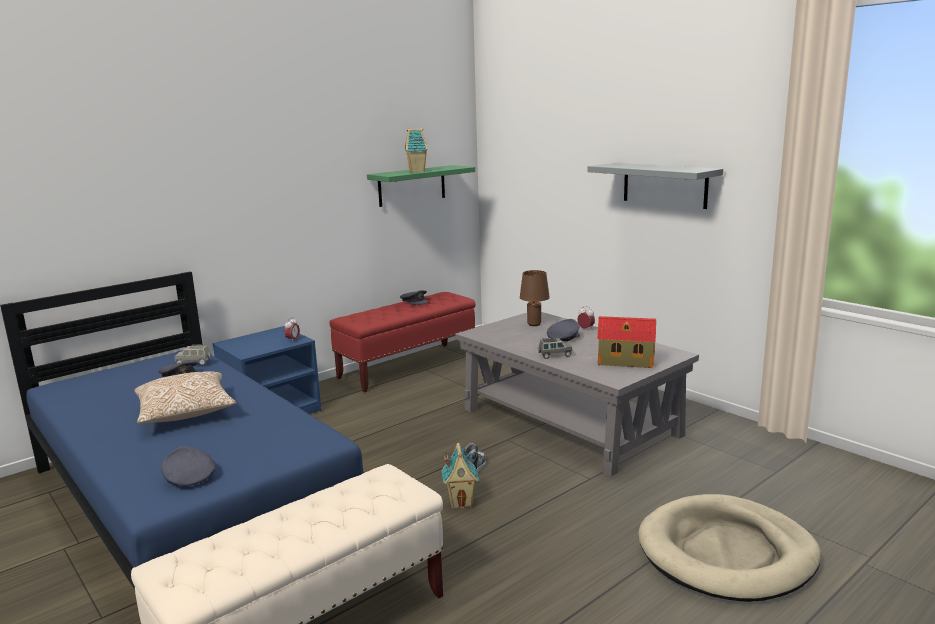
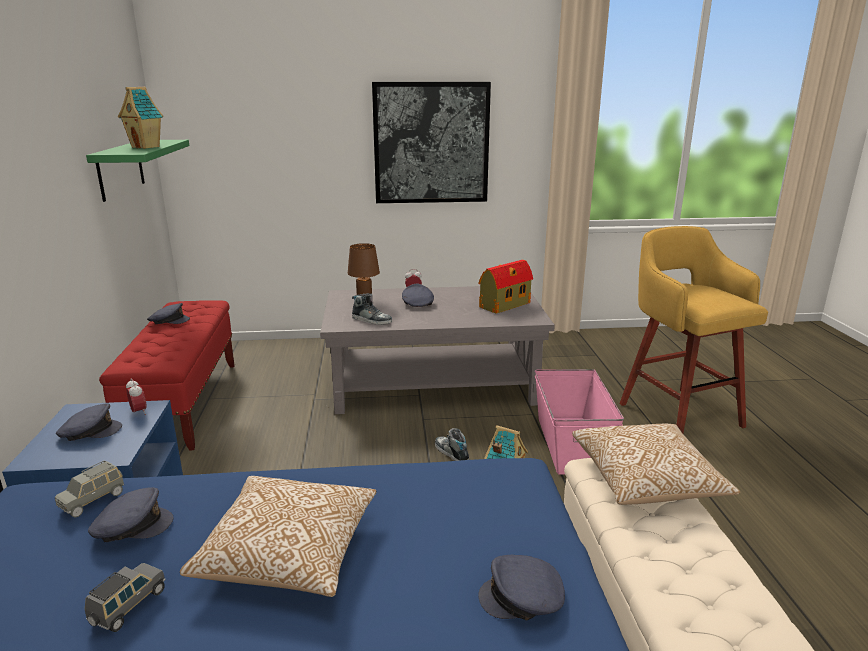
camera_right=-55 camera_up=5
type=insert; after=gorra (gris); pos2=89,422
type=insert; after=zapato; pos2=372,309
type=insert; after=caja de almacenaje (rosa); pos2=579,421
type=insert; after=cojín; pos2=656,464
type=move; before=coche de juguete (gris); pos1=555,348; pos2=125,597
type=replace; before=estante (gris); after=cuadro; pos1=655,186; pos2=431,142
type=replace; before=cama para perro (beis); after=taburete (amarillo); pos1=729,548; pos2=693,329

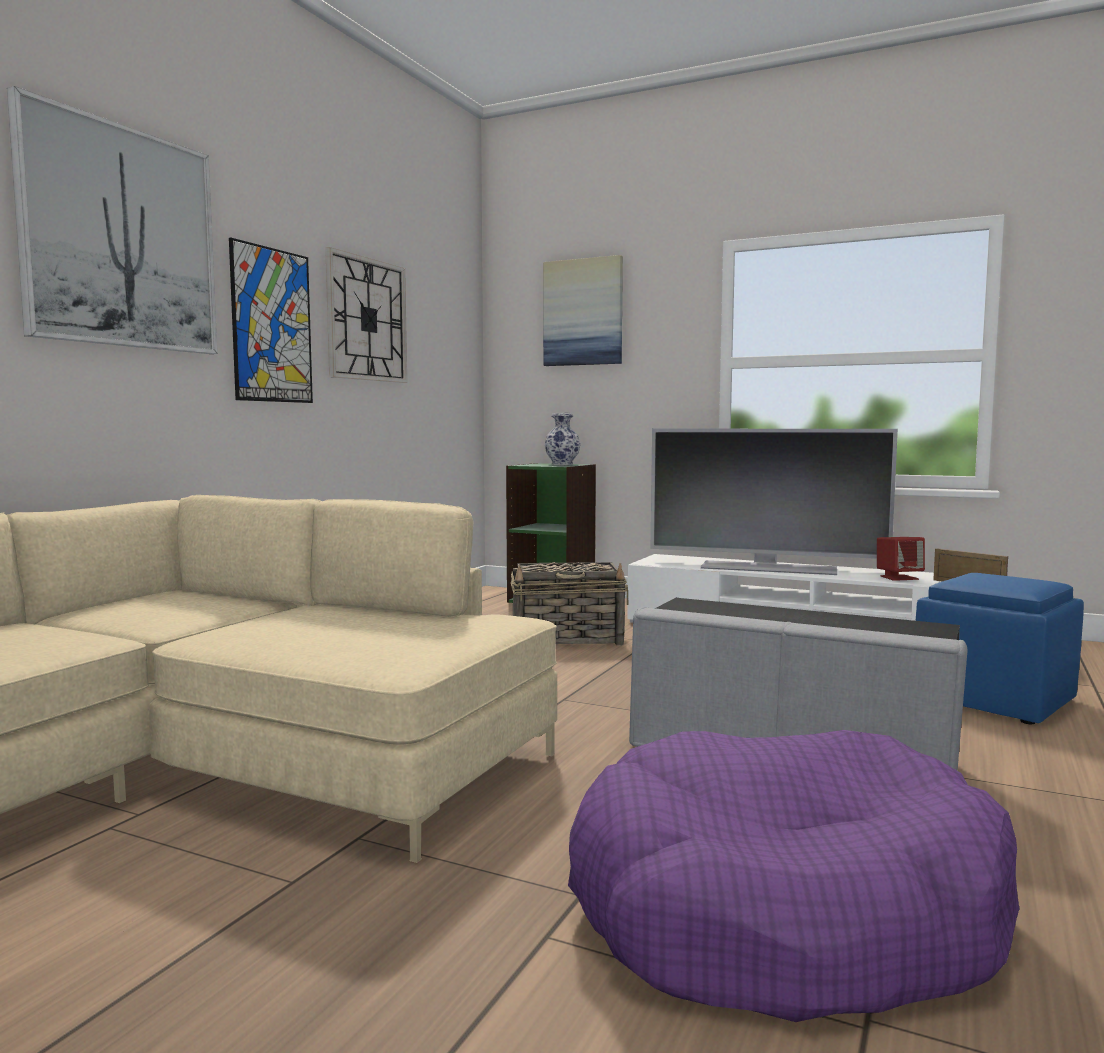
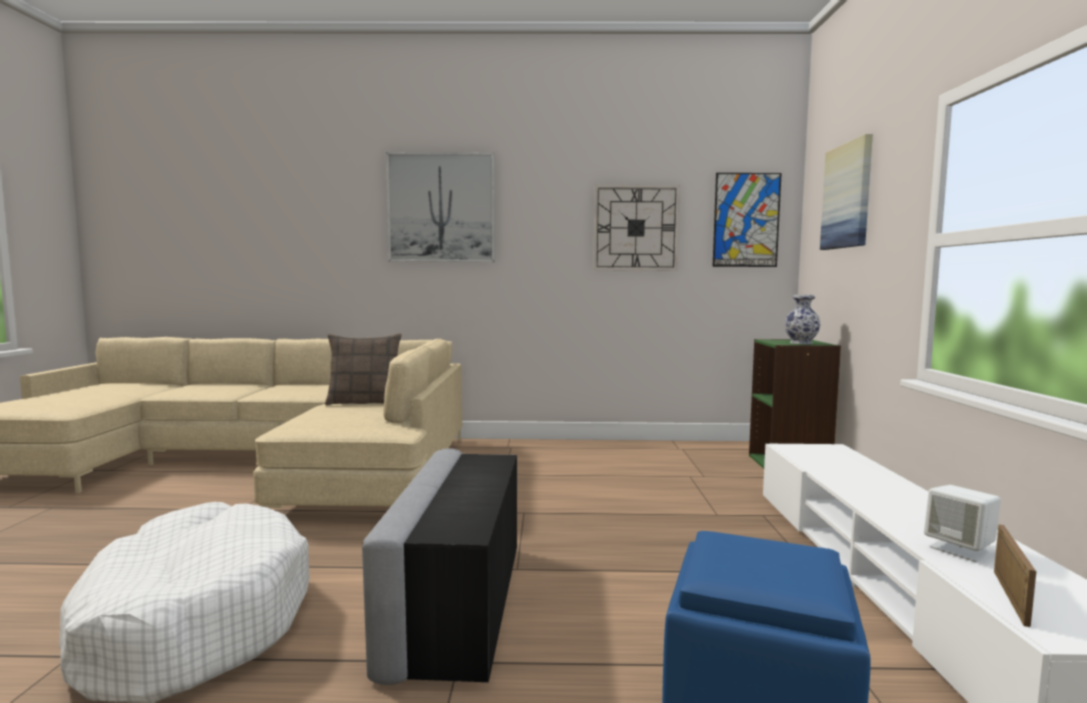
camera_right=65 camera_up=0
type=delete; before=cesta; pos1=570,604
type=delete; before=televisor; pos1=774,502
type=insert; after=cojín; pos2=363,369
type=move; before=cuadro; pos1=271,320; pos2=747,220
type=recolor; before=cama para perro (morado); after=cama para perro (blanco); pos1=793,876; pos2=184,602
type=recolor; before=altavoz (rojo); after=altavoz (blanco); pos1=901,559; pos2=962,523

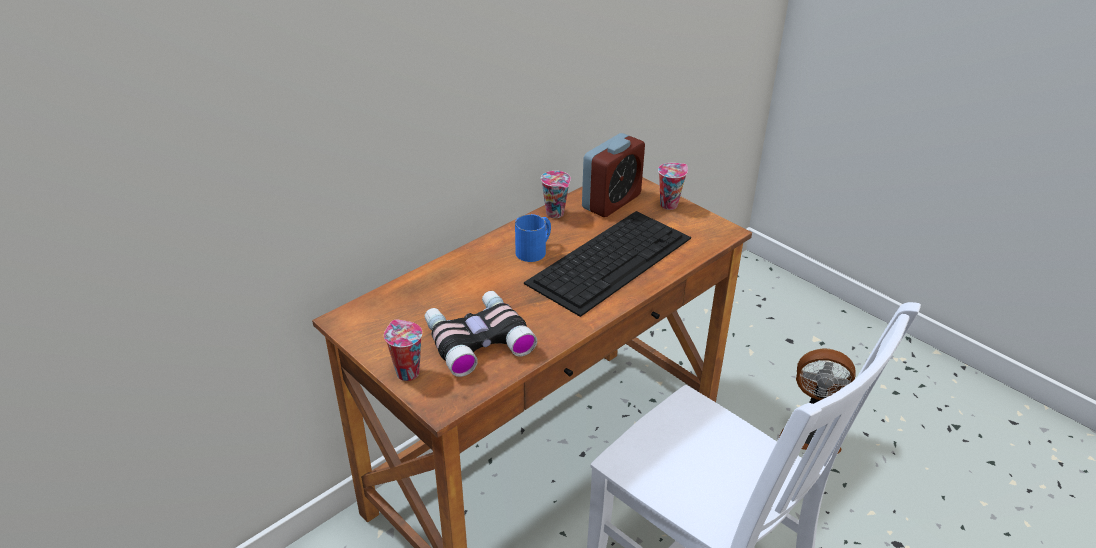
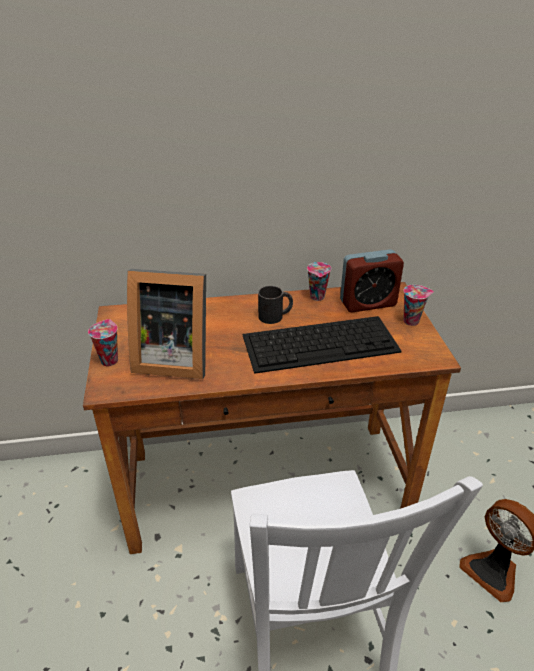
camera_right=35 camera_up=0
type=replace; before=prismáticos; after=portarretratos; pos1=480,334; pos2=166,324
type=recolor; before=taza grande (azul); after=taza grande (negro); pos1=533,238; pos2=275,305

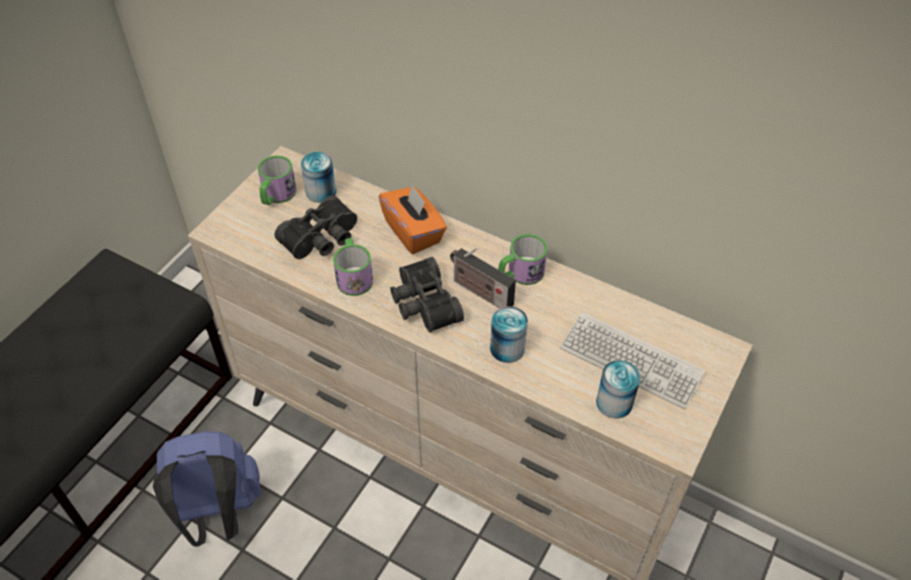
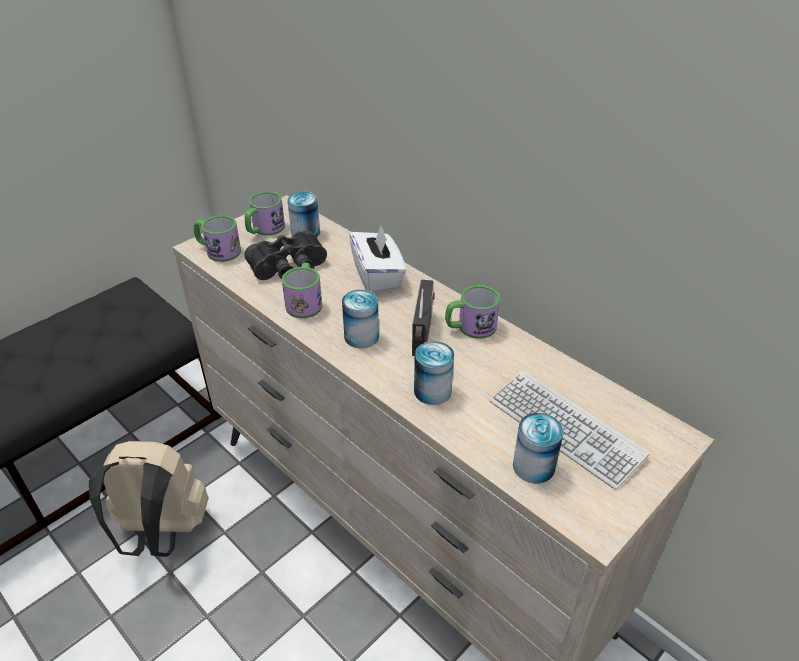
camera_right=15 camera_up=-10
type=insert; after=taza grande; pos2=217,238
type=replace; before=prismáticos (negro); after=lata; pos1=427,294; pos2=360,318
type=recolor; before=mochila (azul); after=mochila (beis); pos1=207,489; pos2=149,499
type=recolor; before=caja de pañuelos (naranja); after=caja de pañuelos (blanco); pos1=413,219; pos2=377,259
type=rotate; before=radio; pos1=483,278; pos2=423,318; turn=-135

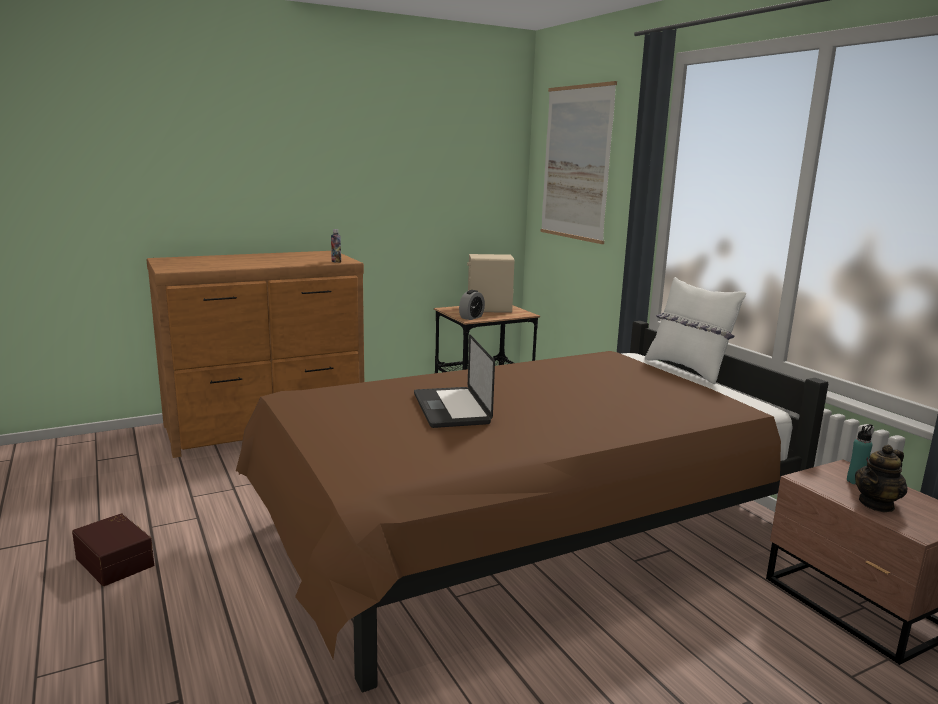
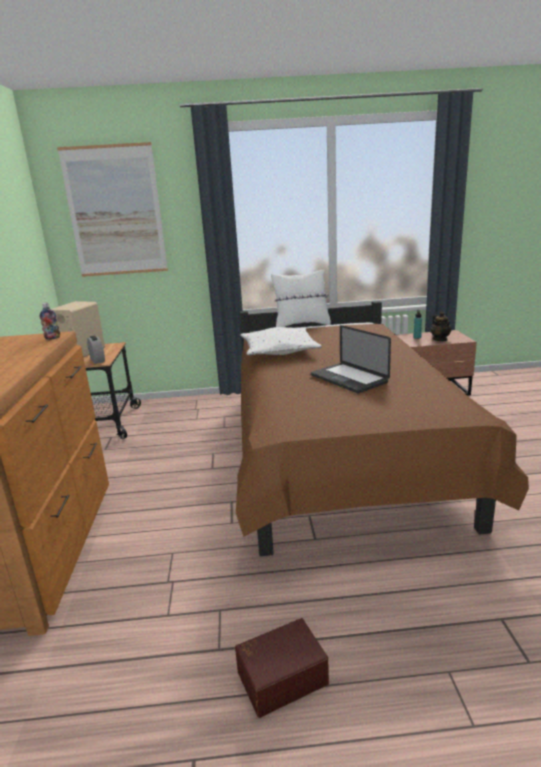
camera_right=-65 camera_up=5
type=insert; after=cojín (blanco); pos2=281,341
type=rotate; before=portátil; pos1=454,381; pos2=351,359; turn=45

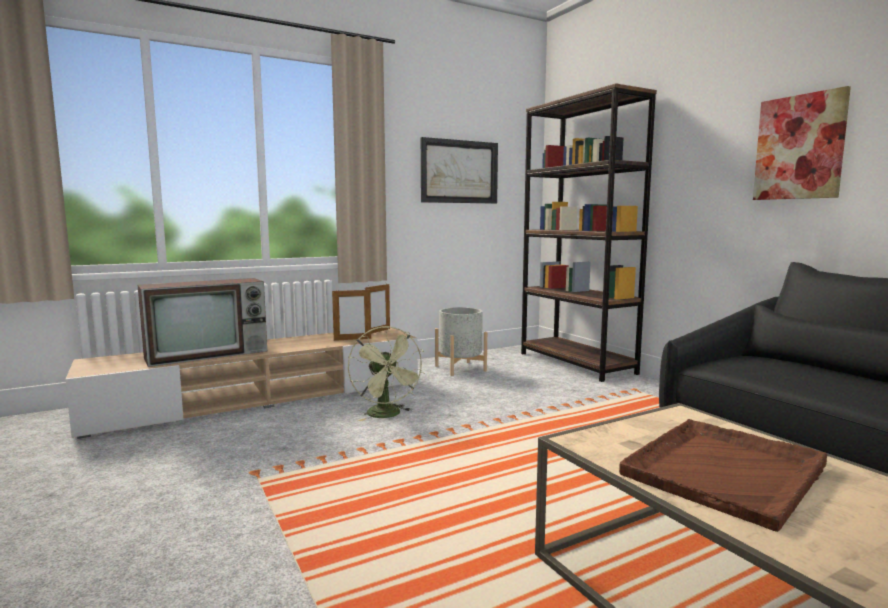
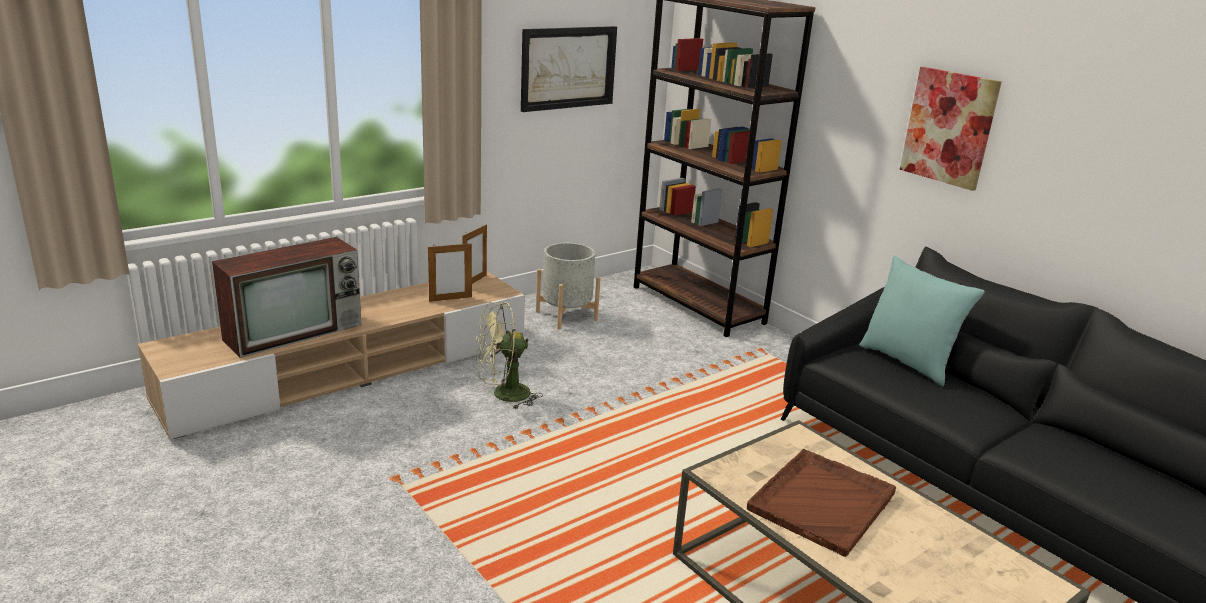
camera_right=-10 camera_up=15
type=insert; after=cojín (turquesa); pos2=922,321
type=rotate; before=ventilador (verde); pos1=386,373; pos2=509,356; turn=105

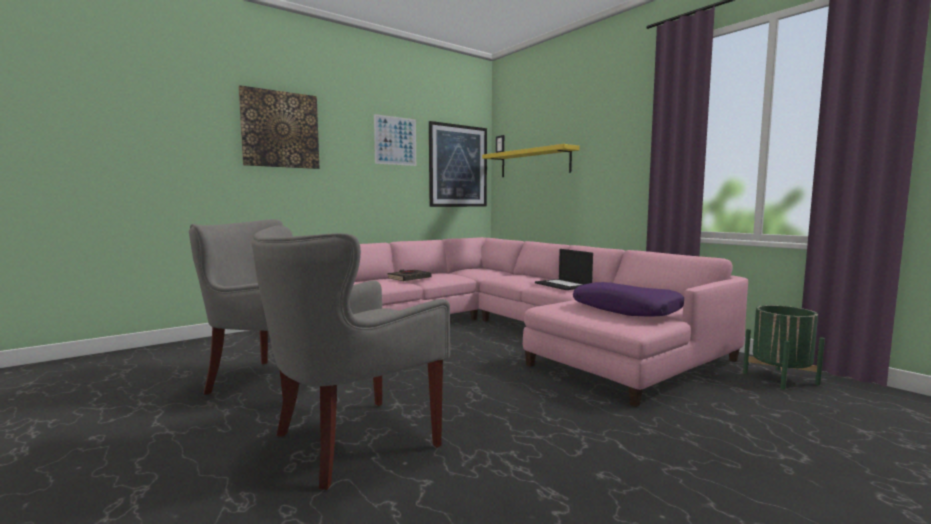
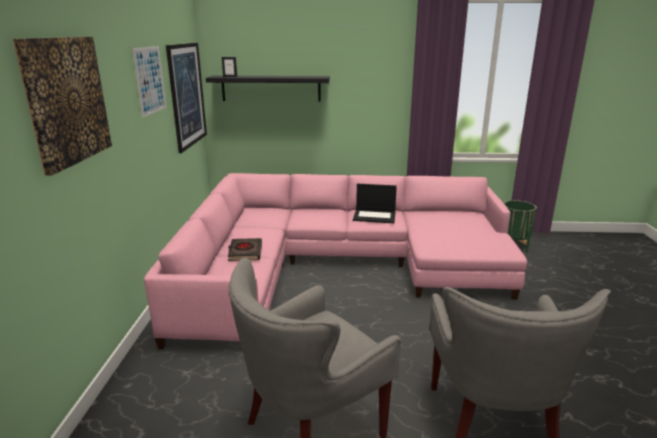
camera_right=-50 camera_up=15
type=delete; before=cojín (morado); pos1=628,299
type=recolor; before=estante (amarillo); after=estante (negro); pos1=531,160; pos2=268,89

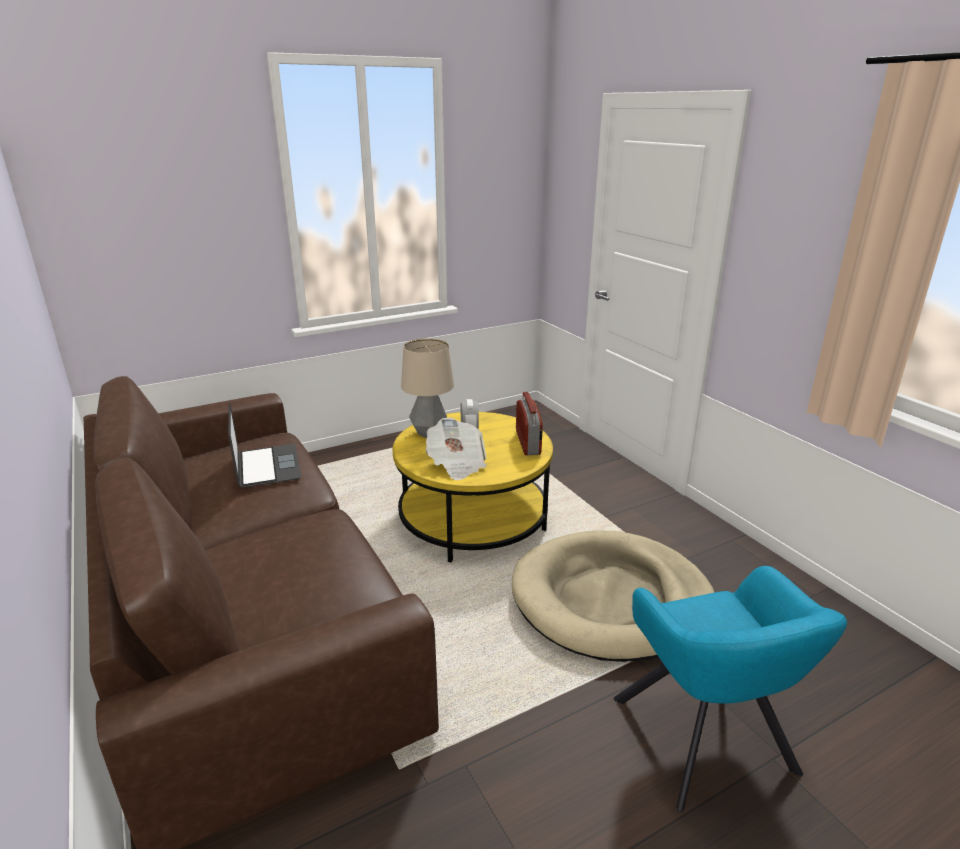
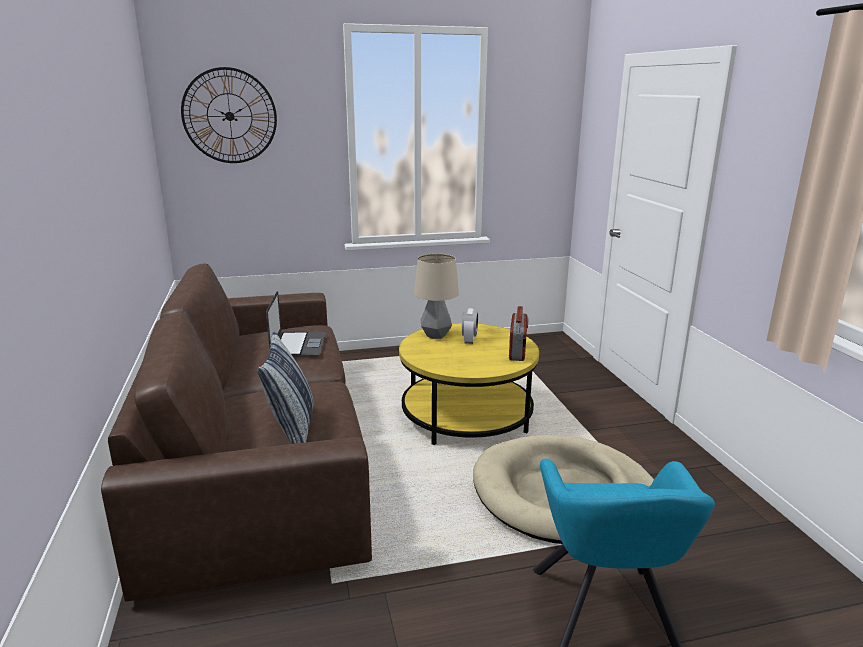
camera_right=15 camera_up=-5
type=delete; before=periódico; pos1=456,449
type=insert; after=reloj de pared; pos2=229,115
type=insert; after=cojín; pos2=285,387

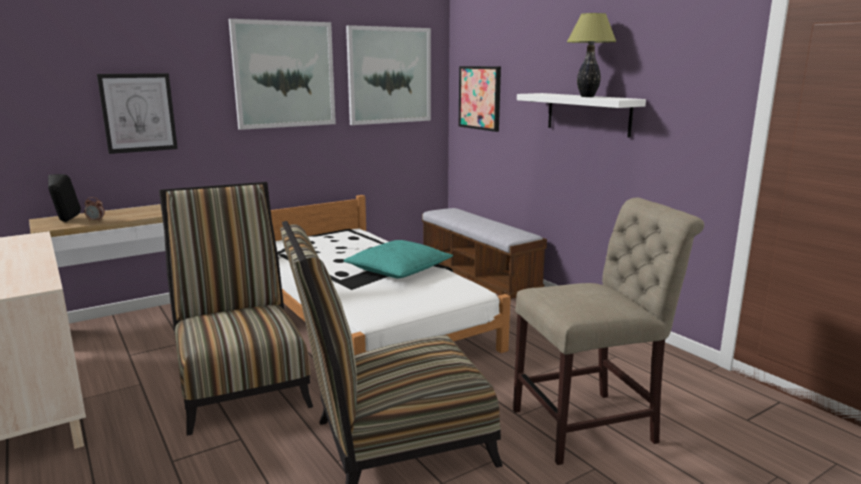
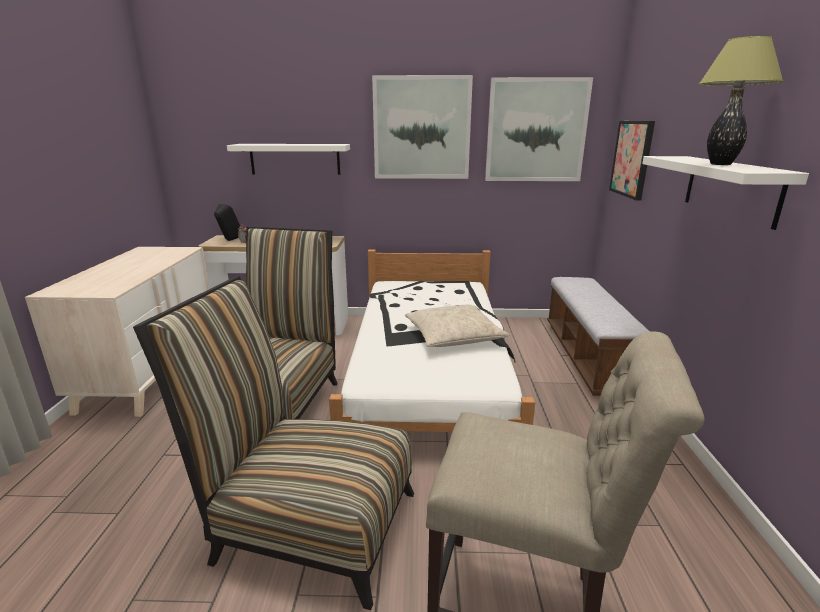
camera_right=35 camera_up=5
type=replace; before=cuadro; after=estante (blanco); pos1=137,113; pos2=288,159
type=recolor; before=cojín (turquesa); after=cojín (beis); pos1=398,259; pos2=457,326

